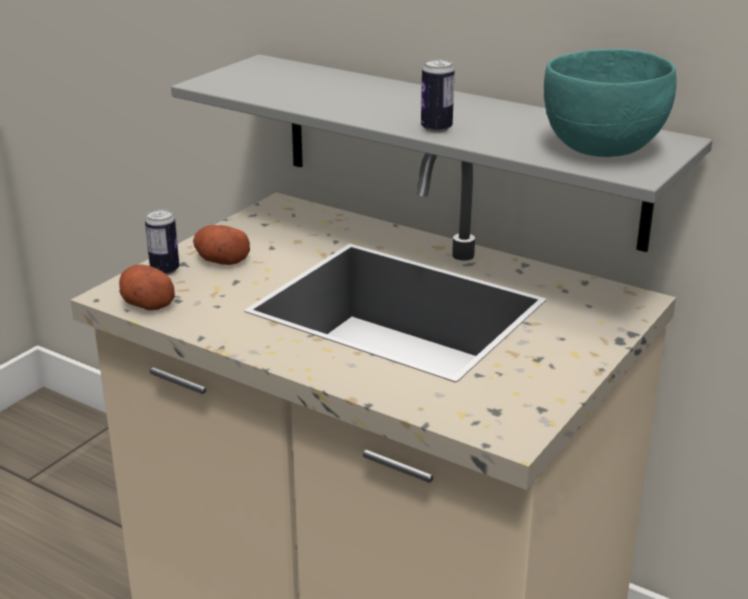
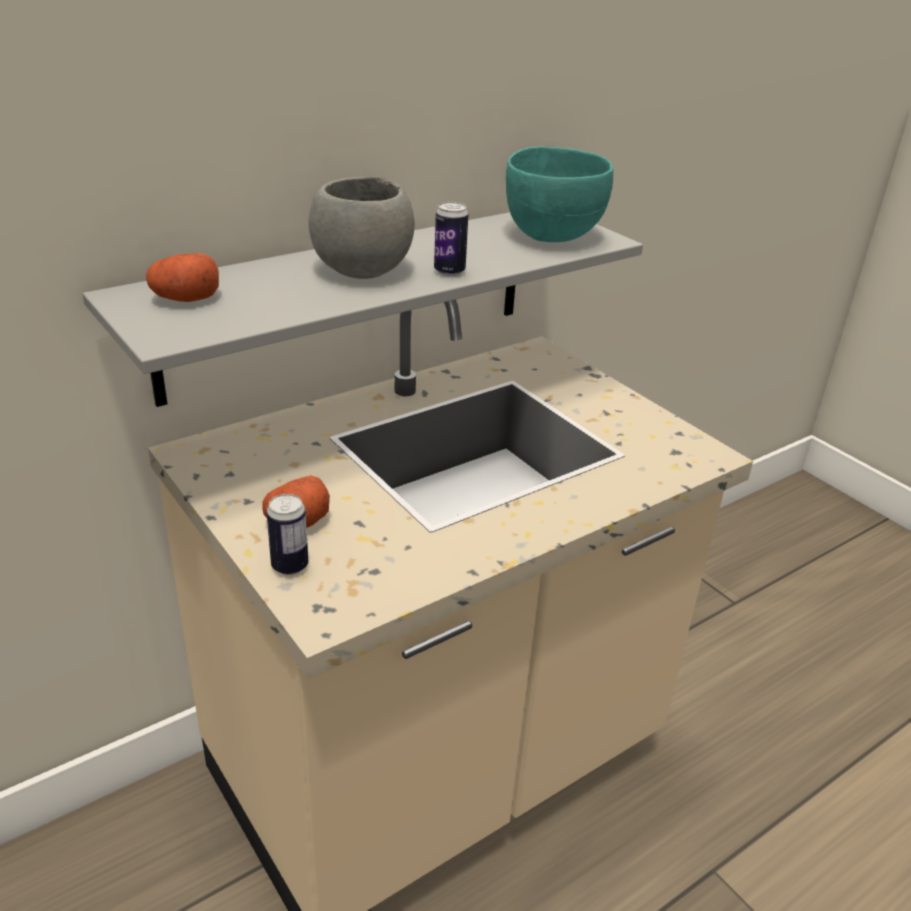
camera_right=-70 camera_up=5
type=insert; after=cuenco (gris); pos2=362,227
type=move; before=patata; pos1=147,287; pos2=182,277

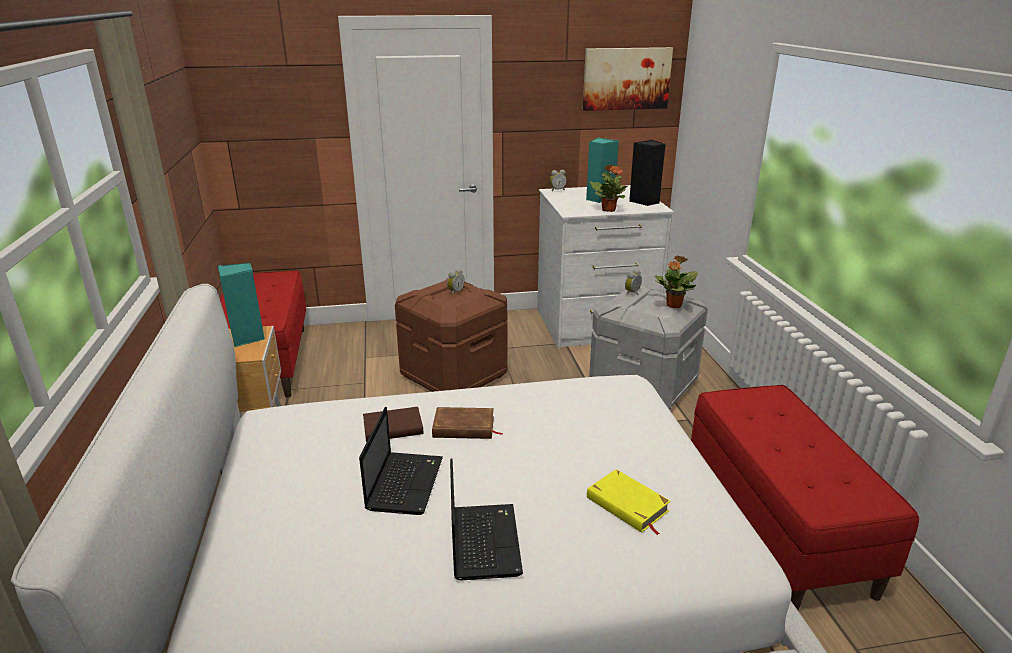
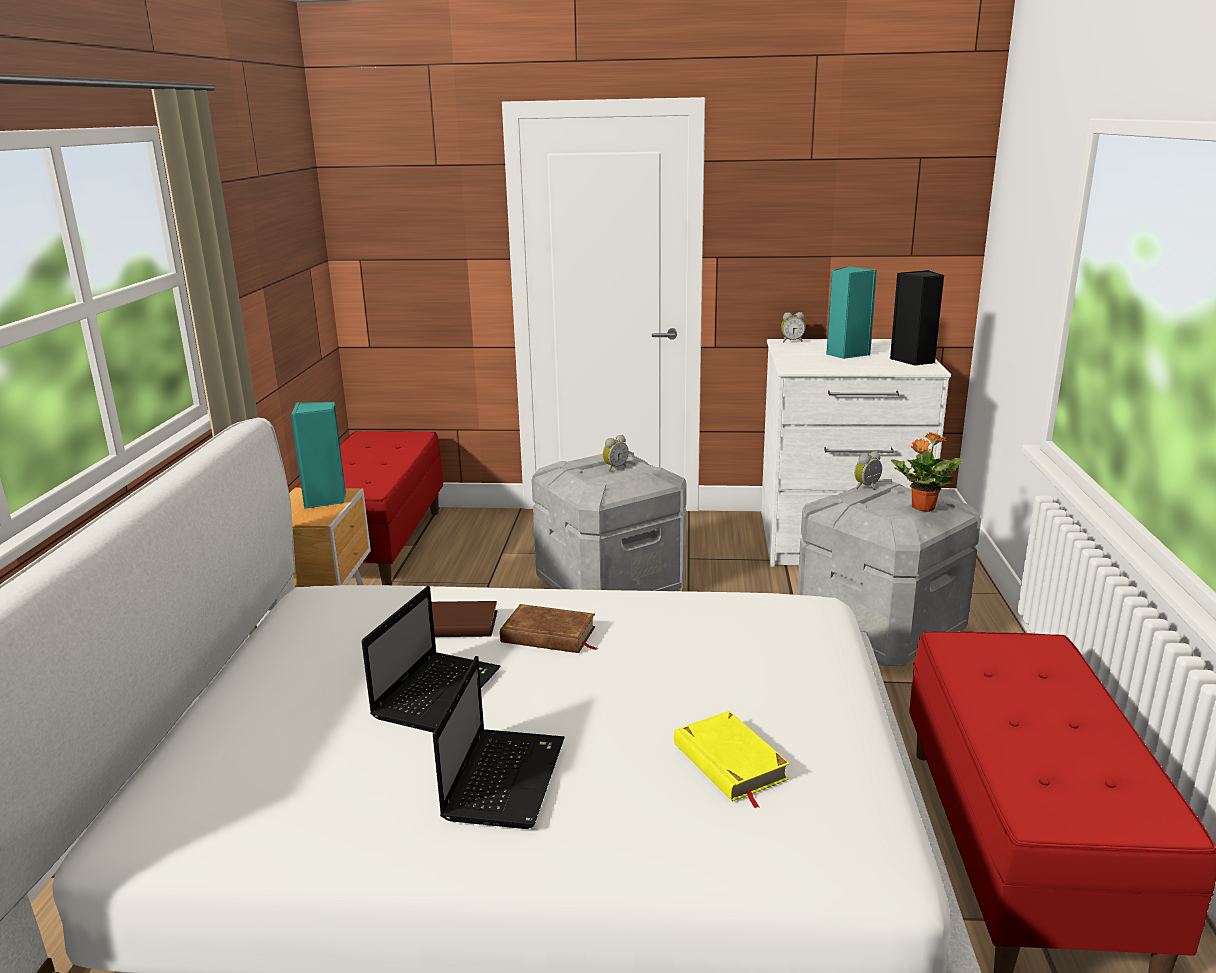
camera_right=15 camera_up=-5
type=delete; before=cuadro; pos1=628,79
type=delete; before=planta en maceta; pos1=608,188
type=recolor; before=caja de almacenaje (marrón); after=caja de almacenaje (gris); pos1=451,335; pos2=609,521

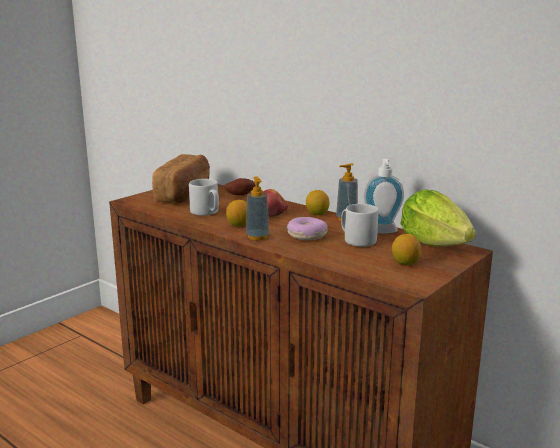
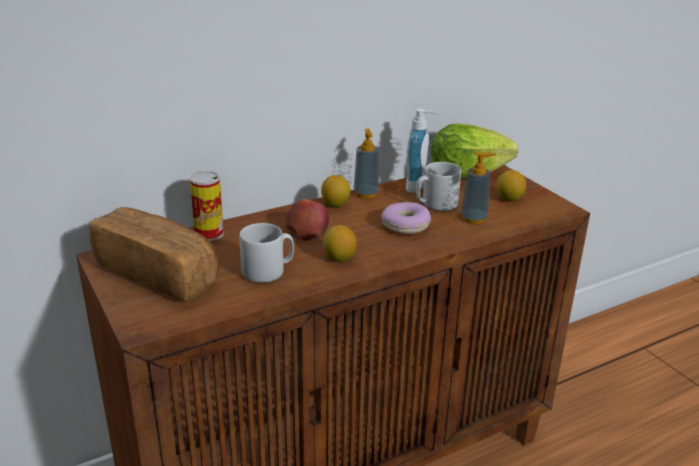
camera_right=-70 camera_up=10
type=move; before=dispensador de jabón; pos1=257,208; pos2=478,188
type=replace; before=patata; after=lata; pos1=239,187; pos2=206,206

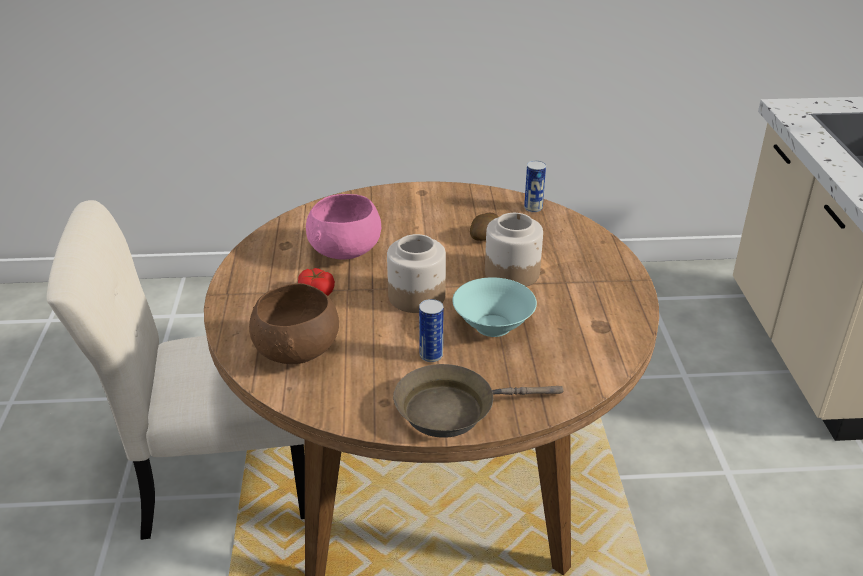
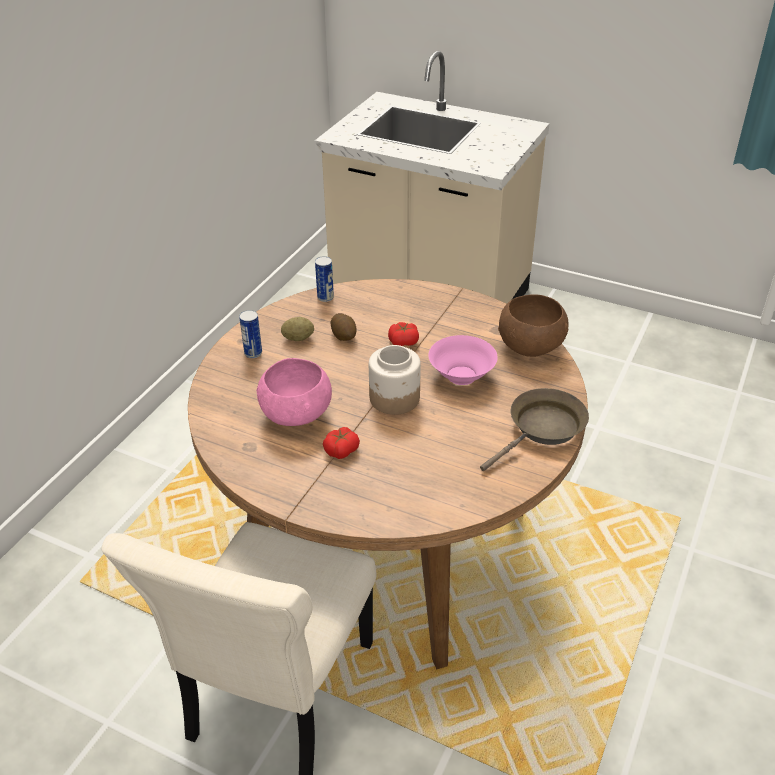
camera_right=-60 camera_up=5
type=insert; after=patata; pos2=297,329
type=move; before=cuenco (marrón); pos1=294,323; pos2=533,325
type=move; before=lata; pos1=431,330; pos2=250,334
type=replace; before=tarro; after=tomate; pos1=514,250; pos2=403,334
type=recolor; before=cuenco (turquesa); after=cuenco (rosa); pos1=494,307; pos2=463,360
type=rotate; before=sartén (marrón); pos1=478,401; pos2=534,429; turn=-150

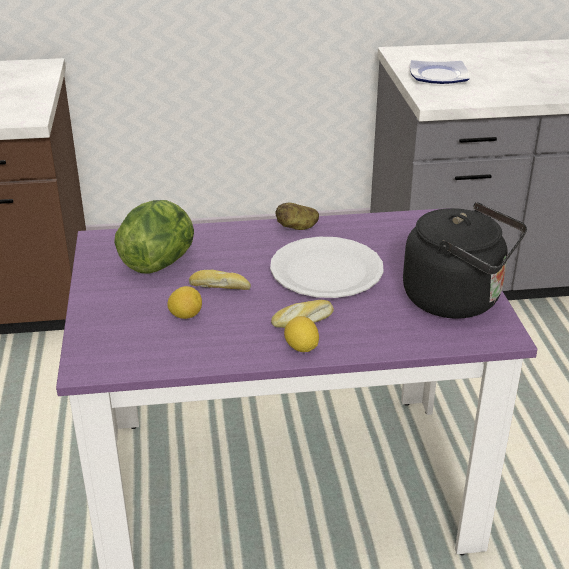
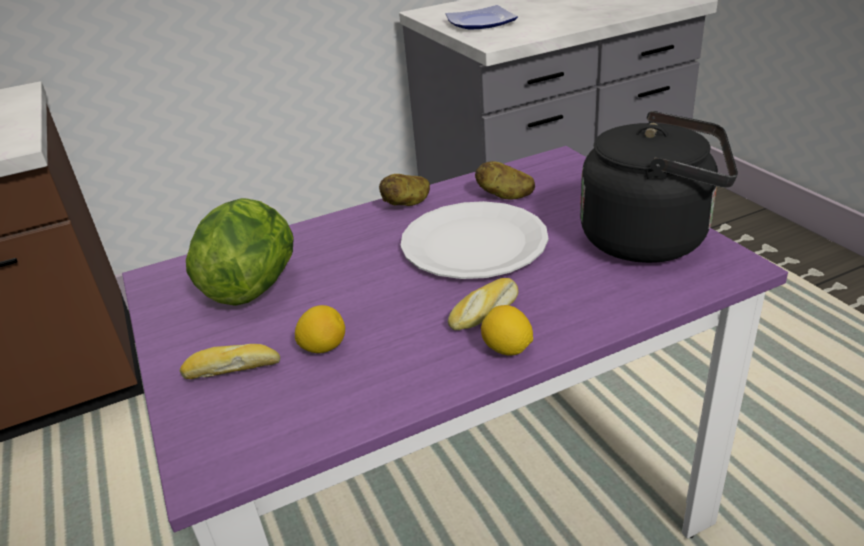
camera_right=-15 camera_up=0
type=insert; after=patata; pos2=505,180
type=move; before=pan; pos1=220,280; pos2=230,361

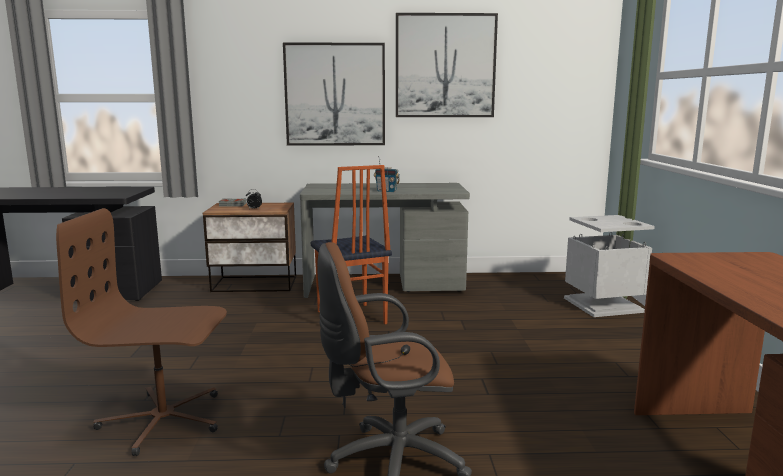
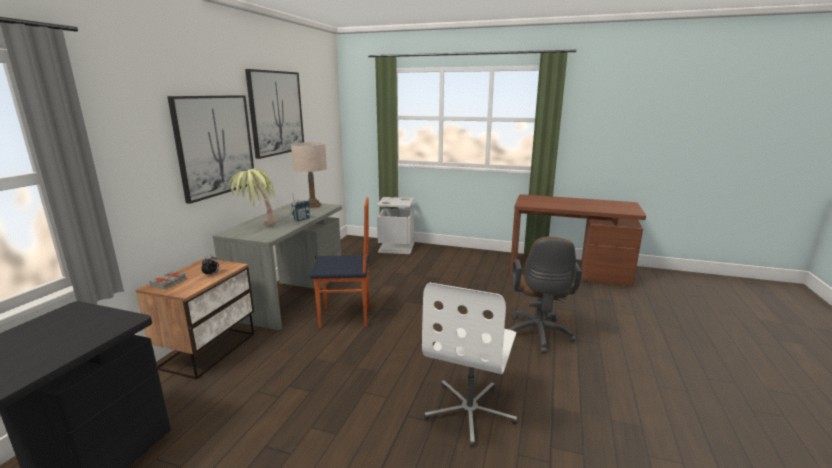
camera_right=-70 camera_up=5
type=insert; after=planta en maceta; pos2=252,196
type=insert; after=lámpara de mesa (beis); pos2=309,175
type=recolor; before=silla de oficina (marrón); after=silla de oficina (blanco); pos1=141,332; pos2=469,365

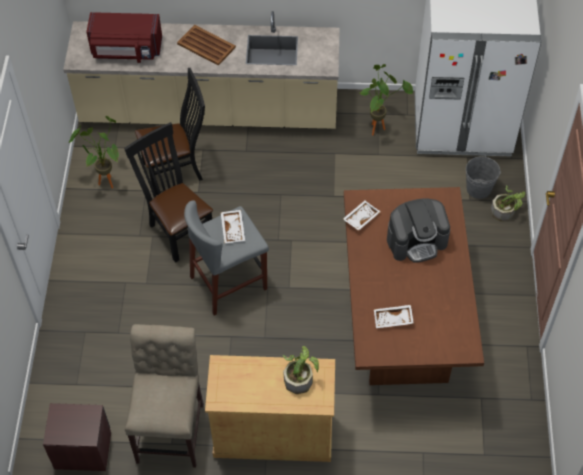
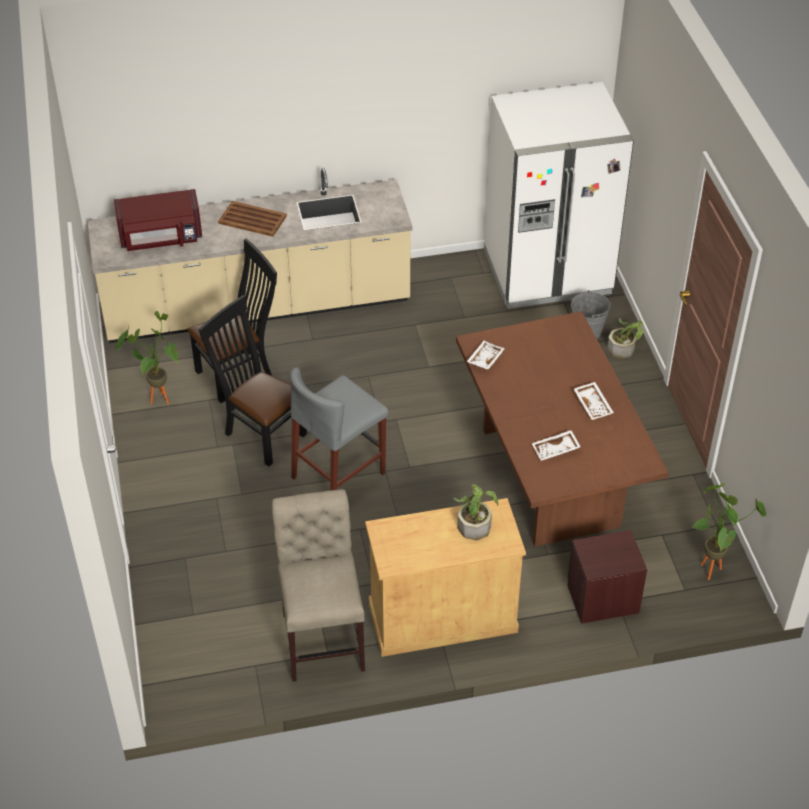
camera_right=-15 camera_up=-10
type=delete; before=cafetera; pos1=418,230
type=move; before=mesita de noche (marrón); pos1=77,437; pos2=607,577
type=move; before=bandeja (blanco); pos1=233,227; pos2=594,401
type=move; before=planta en maceta; pos1=386,99; pos2=729,531

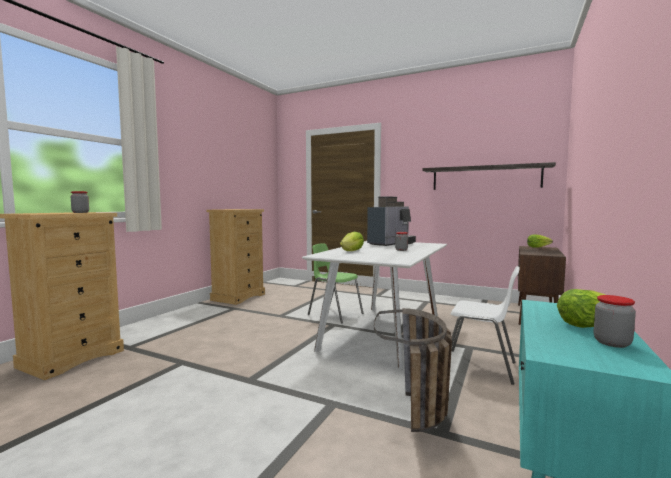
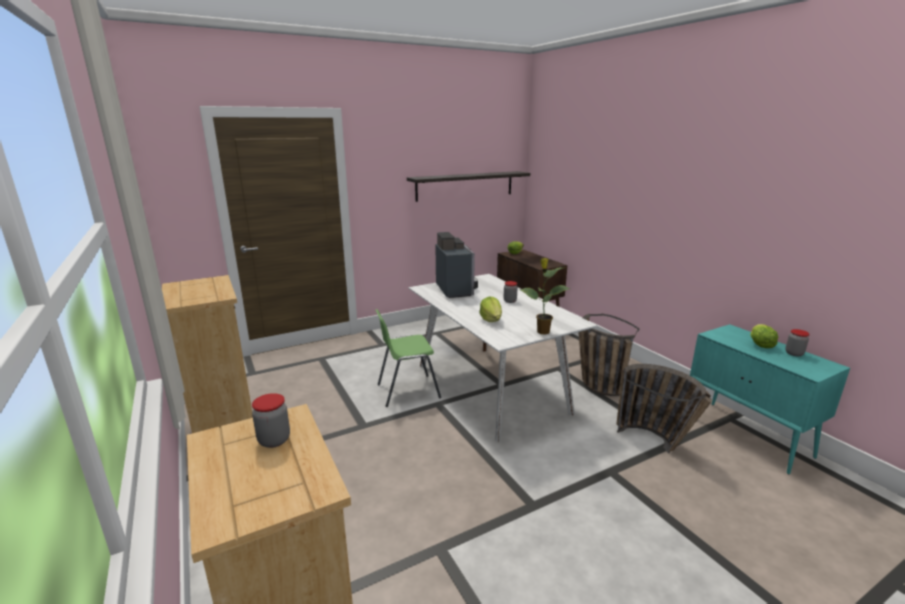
camera_right=-55 camera_up=15
type=insert; after=planta en maceta; pos2=544,296
type=replace; before=silla (blanco); after=cesta; pos1=485,325; pos2=608,355

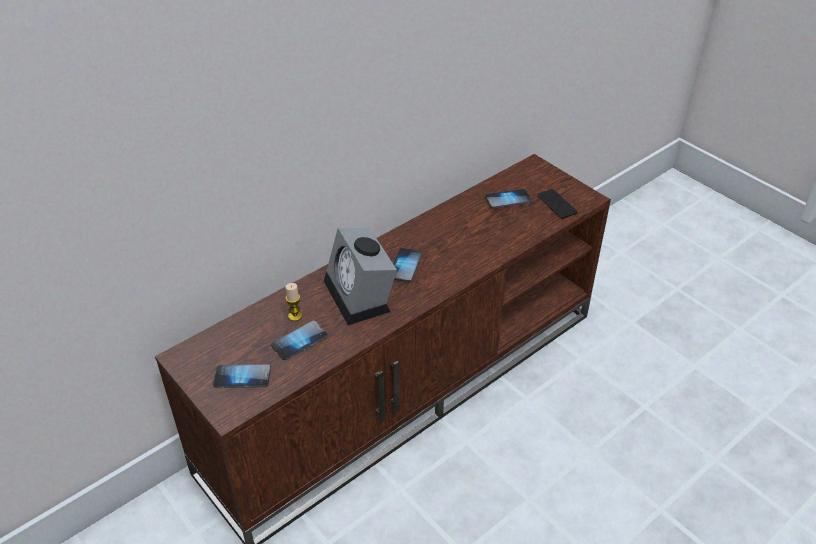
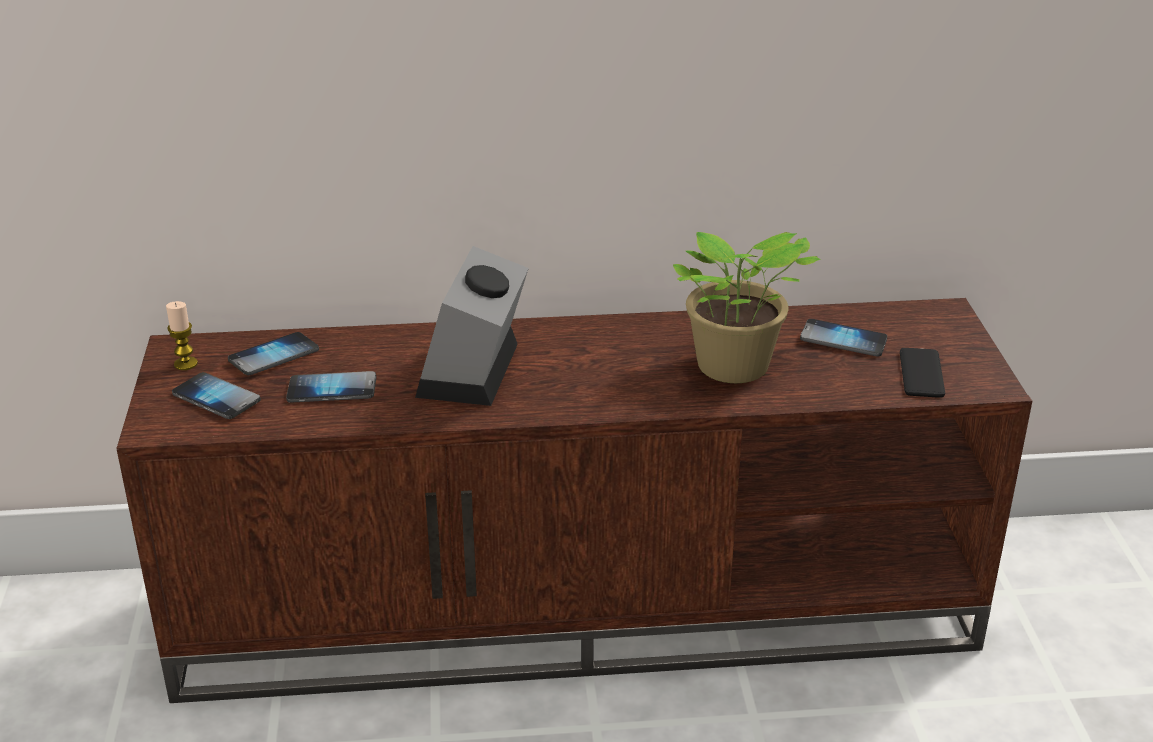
camera_right=35 camera_up=-10
type=insert; after=planta en maceta; pos2=747,307
type=move; before=vela; pos1=294,302; pos2=182,335
type=move; before=móvil; pos1=407,265; pos2=273,353

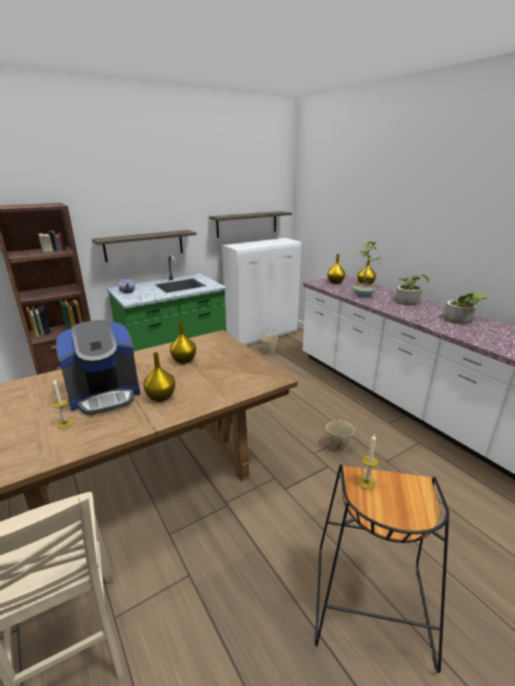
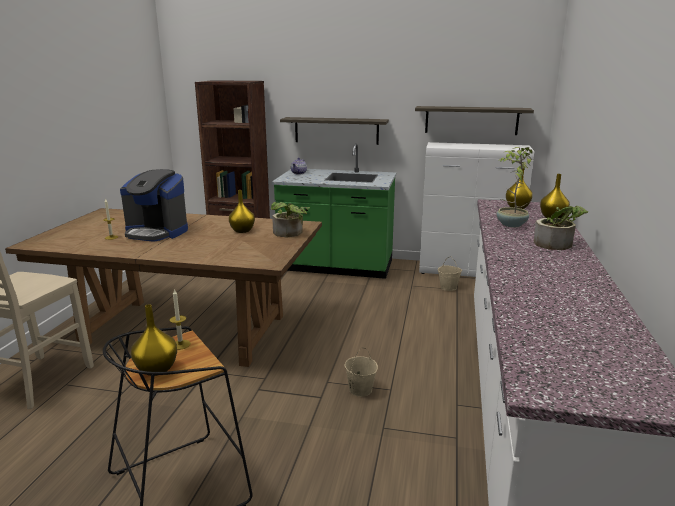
camera_right=45 camera_up=-5
type=move; before=florero (amarillo); pos1=160,377; pos2=154,340
type=move; before=planta en maceta; pos1=466,308; pos2=290,219

